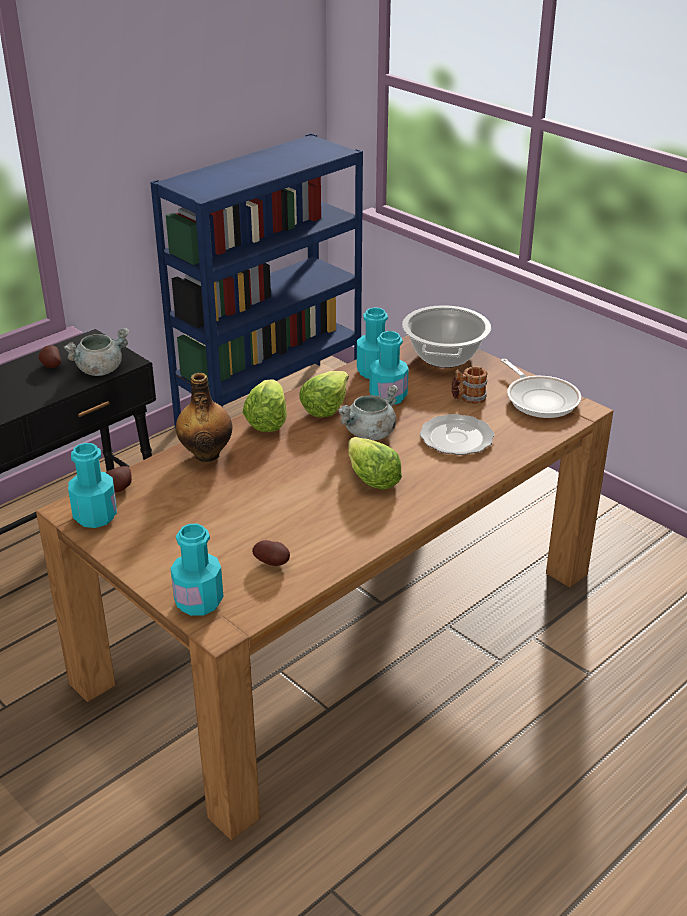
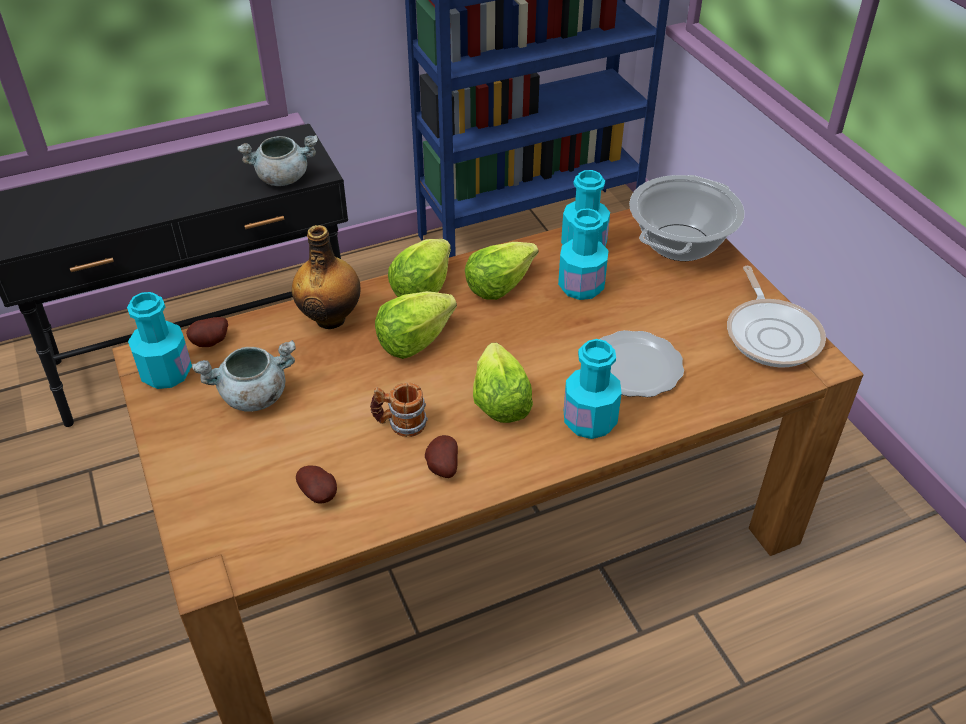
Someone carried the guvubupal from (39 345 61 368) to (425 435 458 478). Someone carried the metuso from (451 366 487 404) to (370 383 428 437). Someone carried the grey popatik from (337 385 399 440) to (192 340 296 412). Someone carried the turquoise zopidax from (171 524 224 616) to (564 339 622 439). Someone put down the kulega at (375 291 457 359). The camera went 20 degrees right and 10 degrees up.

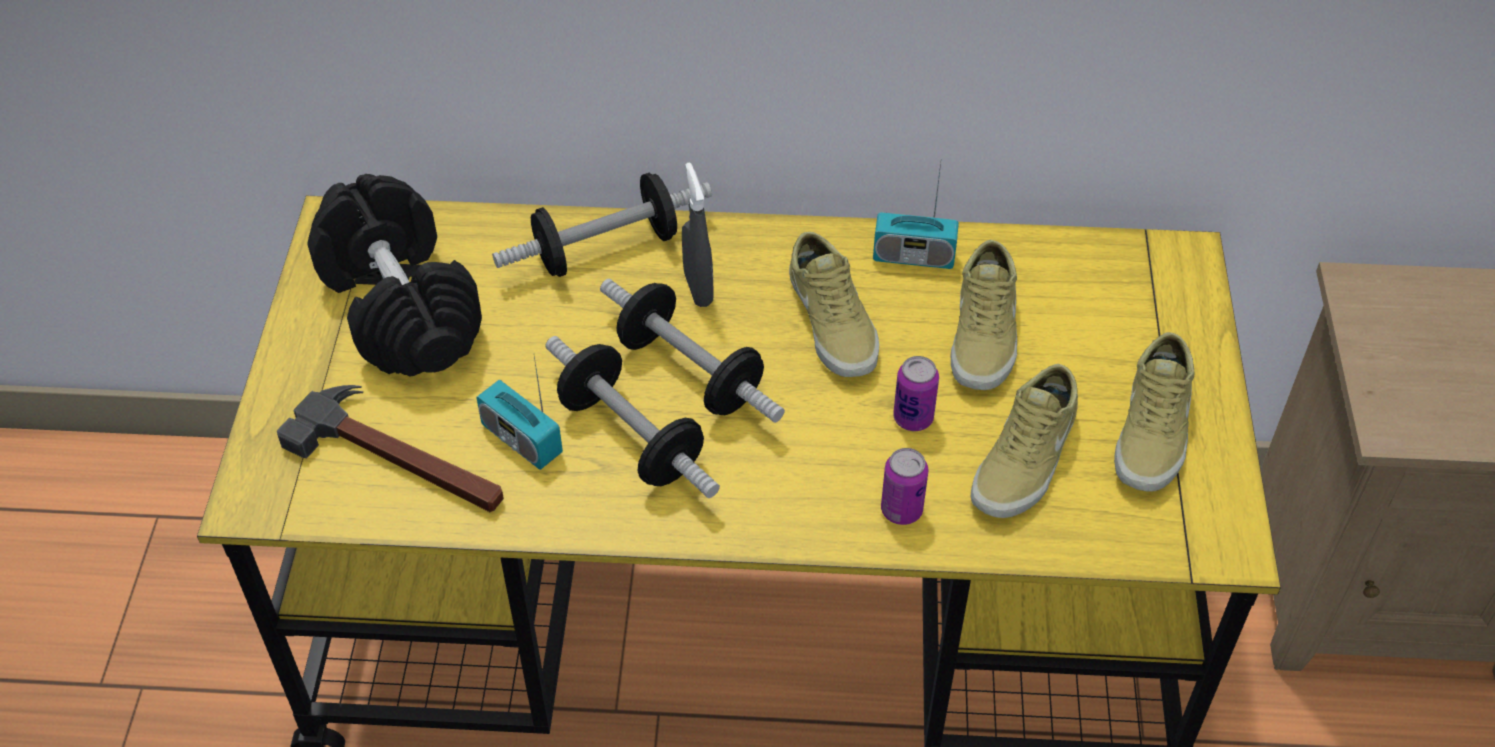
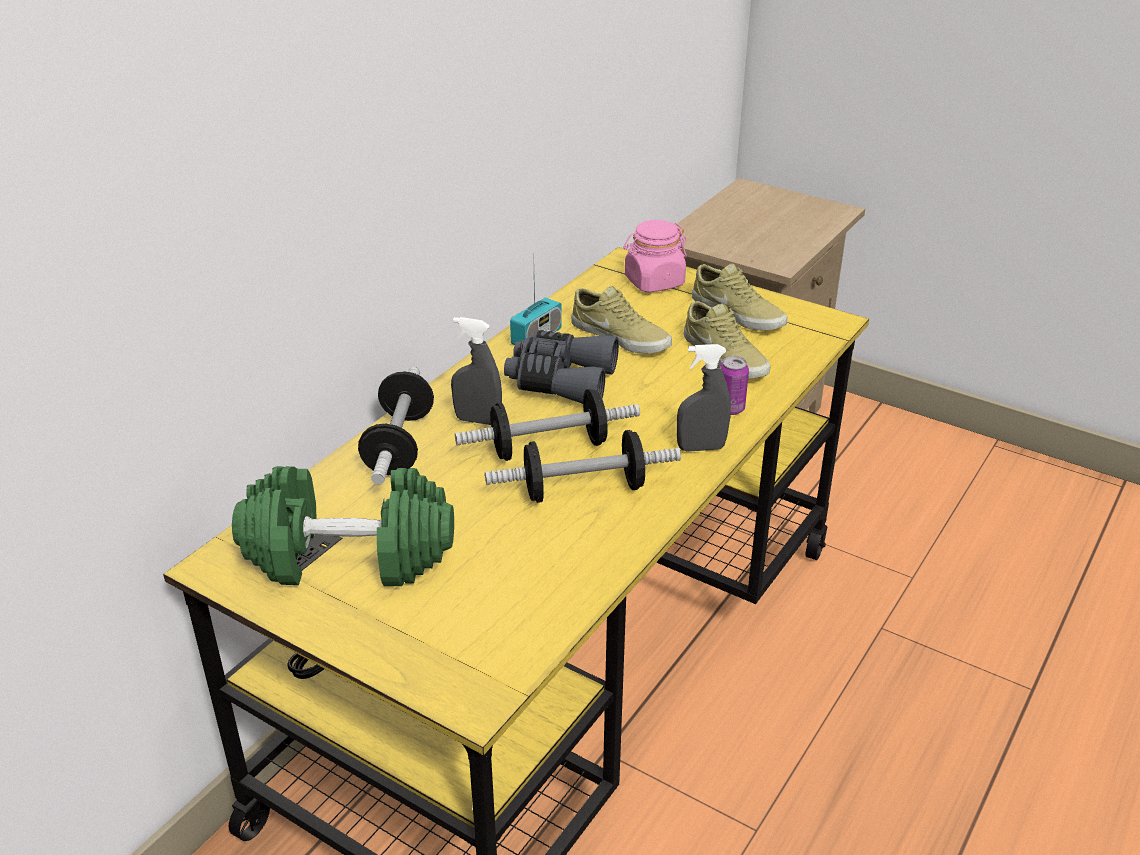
Someone repainted the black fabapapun at (307 174 482 376), which became the green fabapapun at (232 466 454 586). Someone swapped the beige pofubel at (789 232 879 377) for the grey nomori at (504 330 619 404). Someone took away the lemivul at (476 356 563 470). Someone took away the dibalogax at (893 356 939 431). Someone took away the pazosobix at (277 385 504 512). Someone put down the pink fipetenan at (623 220 687 292). Someone put down the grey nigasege at (677 344 731 452). The camera went 60 degrees left and 15 degrees down.

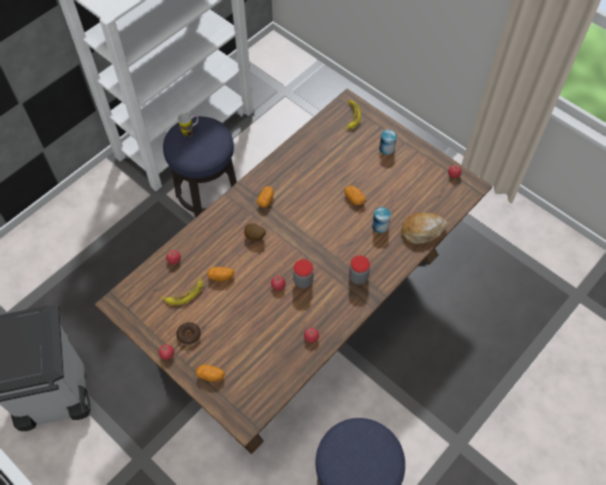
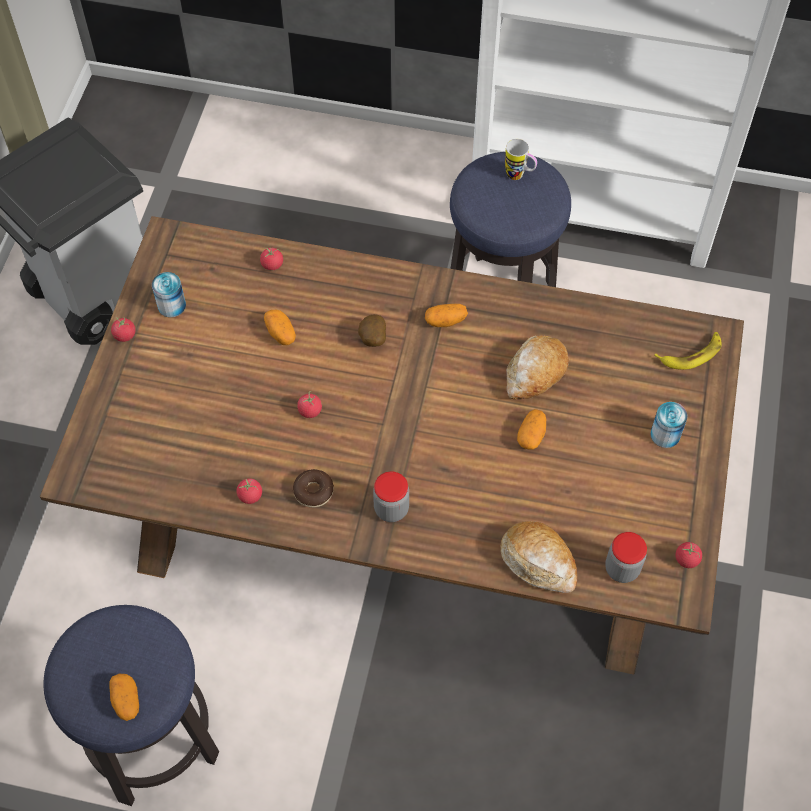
Someone carried the dibalogax from (372 207 391 233) to (152 272 186 317). Someone carried the fipetenan from (293 259 314 288) to (605 532 647 583). Someone took away the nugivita at (161 278 203 305). Someone carried the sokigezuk from (176 322 201 345) to (293 469 334 507). Someone carried the guvubupal from (196 365 225 381) to (109 674 139 721). Someone put down the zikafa at (507 335 569 400). The camera went 60 degrees right and 0 degrees up.

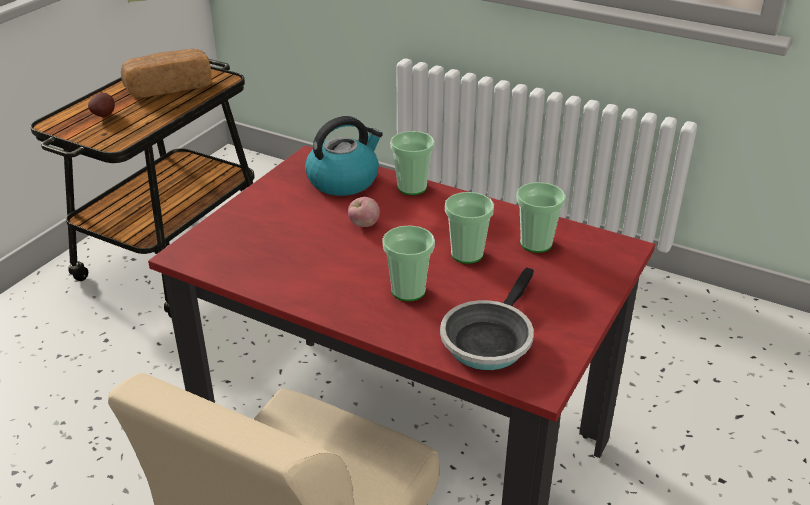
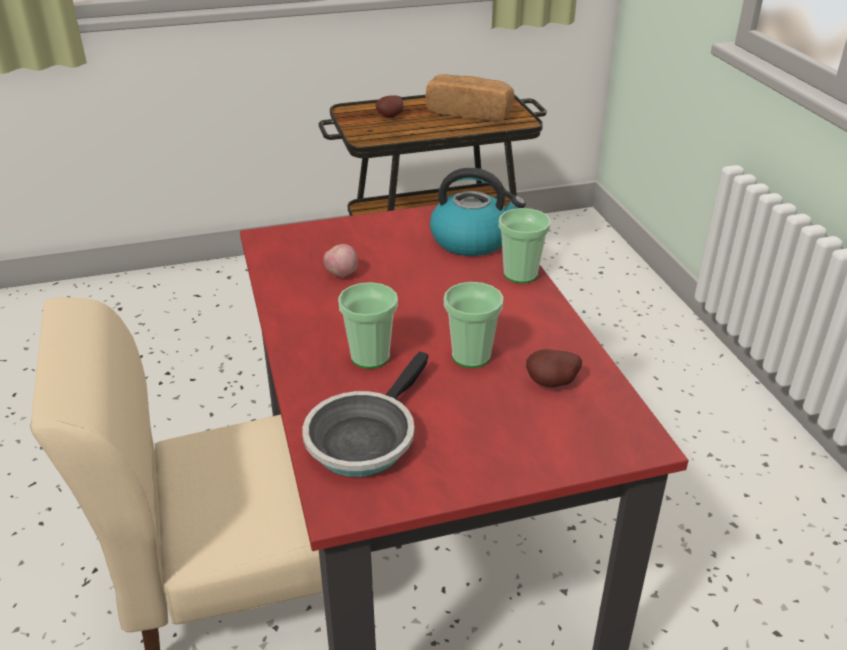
Someone swapped the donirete at (516 182 565 253) for the guvubupal at (526 349 582 388). Someone carried the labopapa from (348 197 380 227) to (323 244 358 277). Someone rotated the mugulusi at (440 267 534 370) by 45 degrees counterclockwise. The camera went 45 degrees right and 0 degrees up.

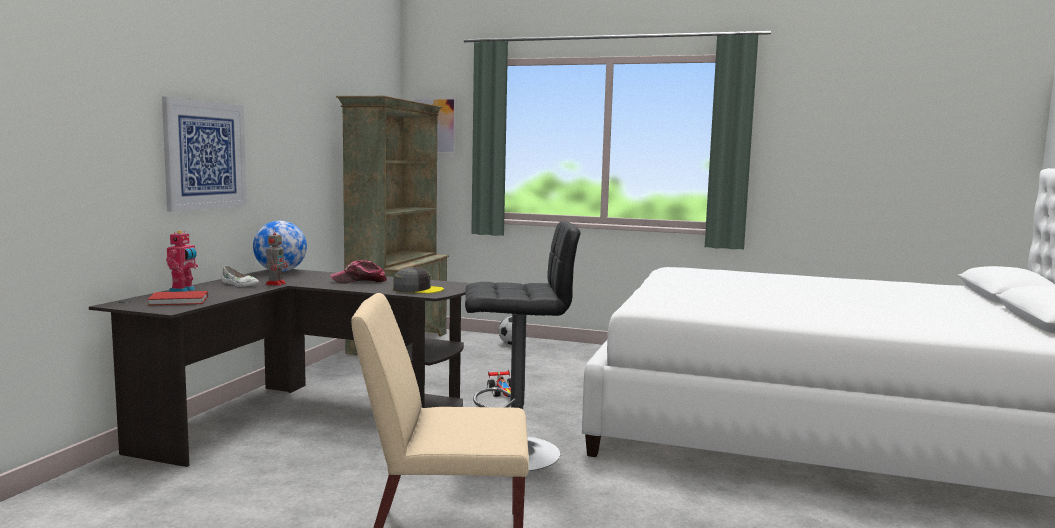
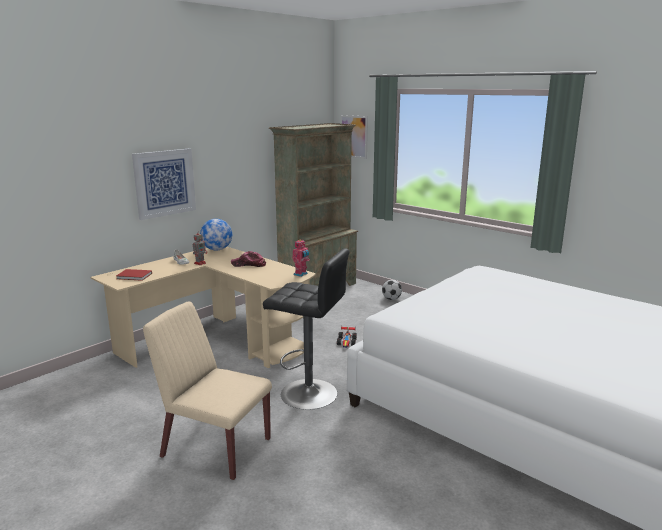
Someone carried the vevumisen from (166 231 198 292) to (292 239 310 277). Someone took away the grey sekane at (393 267 444 294). Someone repainted the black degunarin at (89 269 472 467), which became the beige degunarin at (91 247 316 368). The camera went 25 degrees right and 10 degrees up.

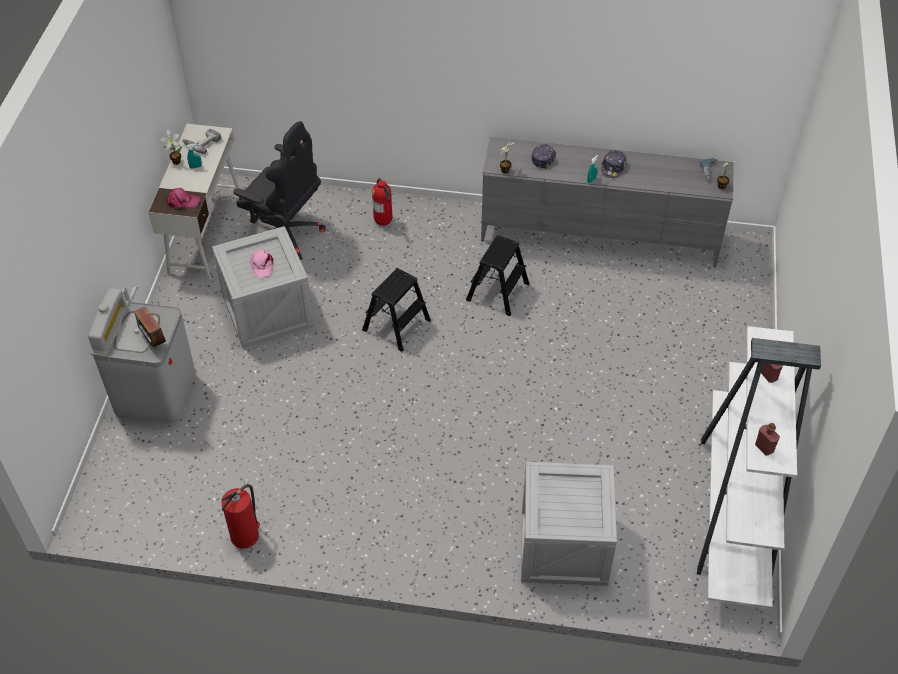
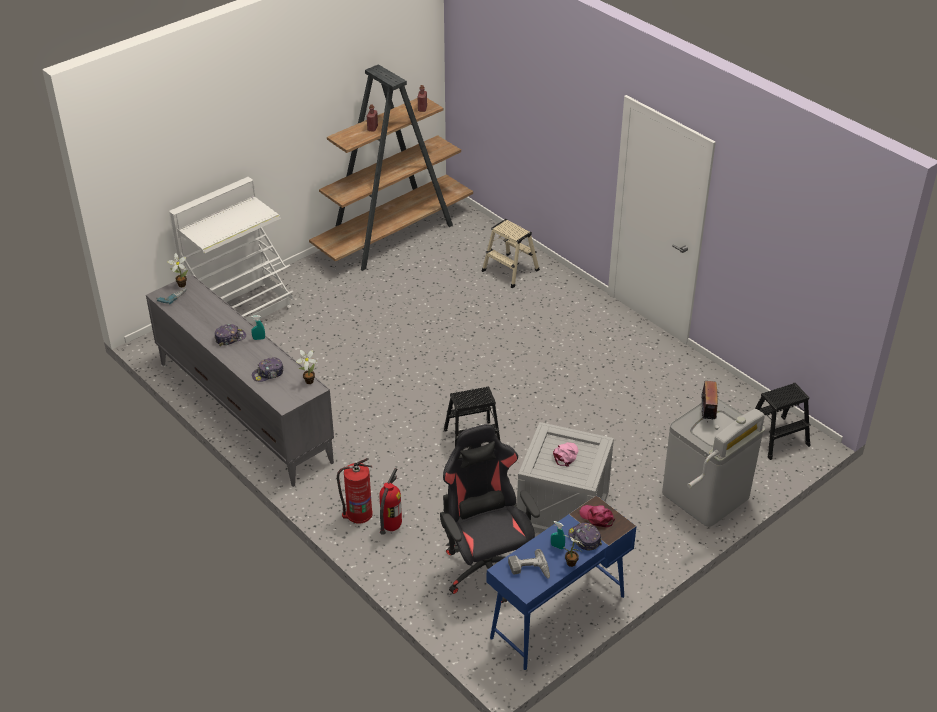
Someone repainted the white degunarin at (148 124 240 280), which became the blue degunarin at (487 495 637 670). Someone carried the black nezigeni from (466 235 530 316) to (755 383 811 460). Someone repainted the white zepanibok at (697 326 821 609), which became the brown zepanibok at (309 64 473 271). Someone swapped the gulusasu at (521 462 617 586) for the beige nezigeni at (482 219 540 288). Someone carried the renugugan from (221 484 260 549) to (337 458 372 524). Someone put down the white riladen at (169 177 294 323). Someone put down the sekane at (568 522 602 550). The camera went 140 degrees left and 10 degrees down.

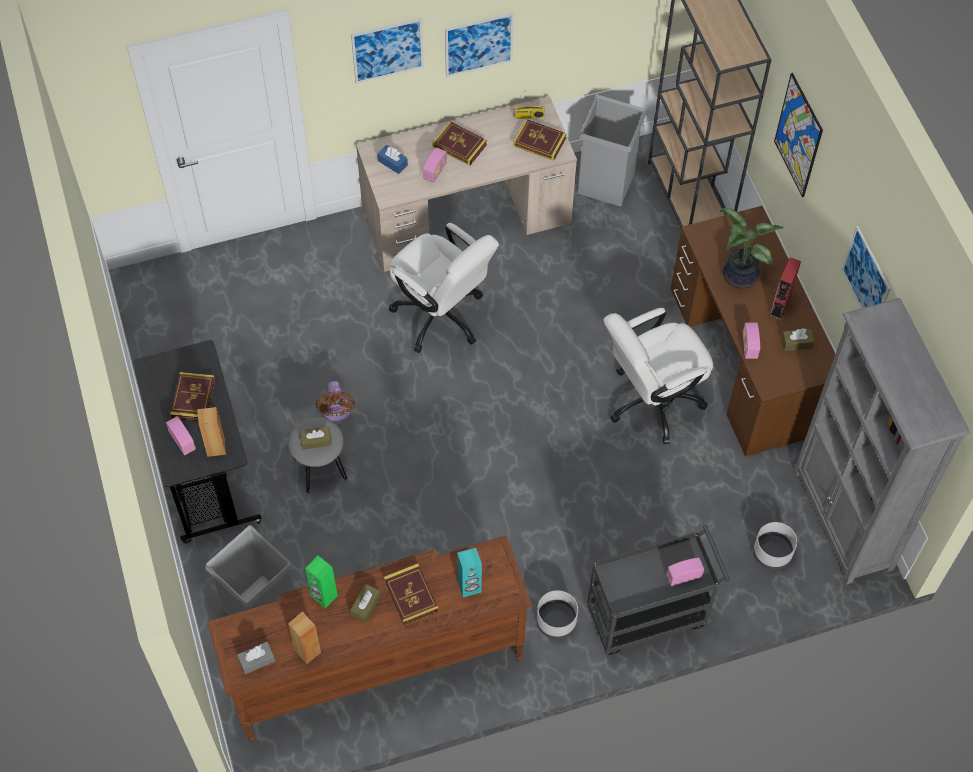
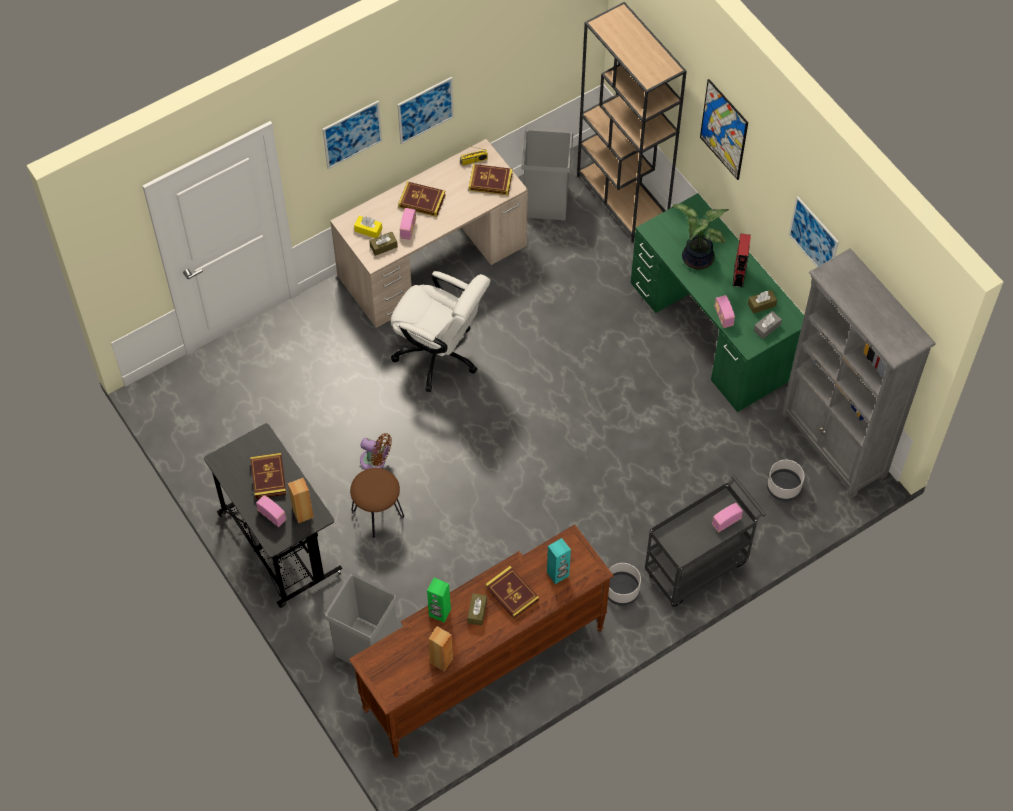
Someone repainted the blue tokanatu at (377 145 408 174), which became the yellow tokanatu at (354 216 382 238). Someone repainted the brown degunarin at (670 206 835 457), which became the green degunarin at (631 193 804 412). Someone took away the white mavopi at (603 308 713 444). Someone rotated the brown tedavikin at (315 381 355 422) by 45 degrees counterclockwise. Someone repainted the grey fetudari at (288 417 347 494), which became the brown fetudari at (350 468 404 538). Someone carried the brown tokanatu from (300 426 331 450) to (369 232 398 256). Someone carried the grey tokanatu from (237 641 275 674) to (754 311 782 339). The camera went 15 degrees left and 0 degrees up.

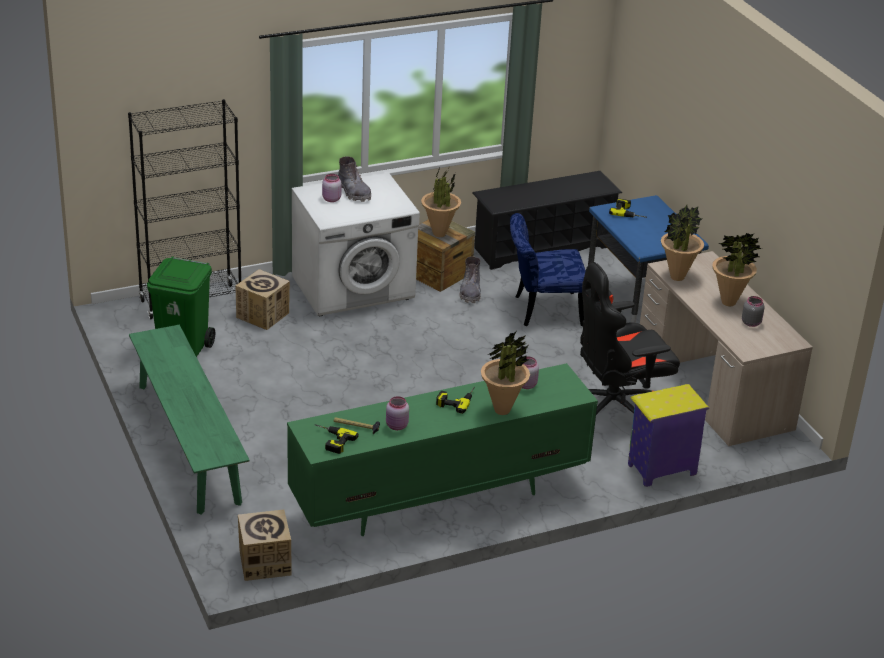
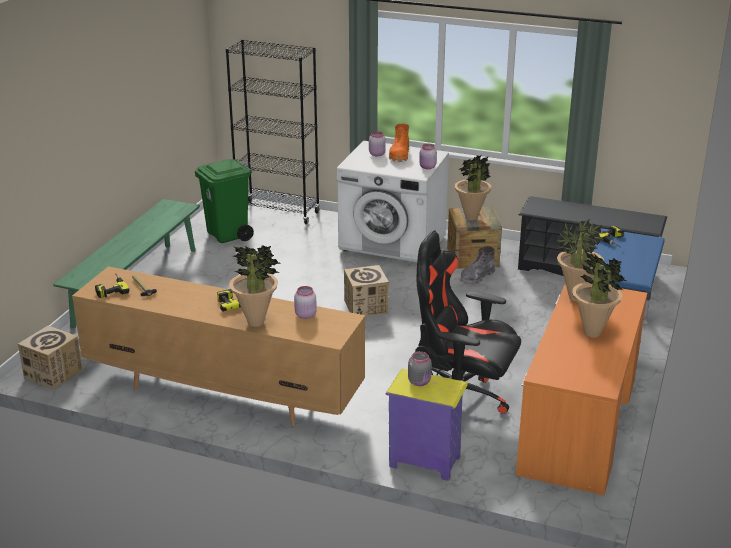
Someone repainted the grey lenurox at (338 156 371 202), which became the orange lenurox at (389 124 409 162). Someone took away the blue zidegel at (510 213 586 326). Someone repainted the beige degunarin at (640 251 813 446), which became the orange degunarin at (516 283 647 495). Someone carried the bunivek from (235 269 290 330) to (344 265 389 317). Someone carried the grey fipetenan from (742 296 765 327) to (408 351 432 386). Someone repainted the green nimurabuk at (287 363 598 536), which became the brown nimurabuk at (72 266 365 427). Someone carried the pink fipetenan from (386 396 409 430) to (419 144 437 169). The camera went 45 degrees right and 5 degrees down.

